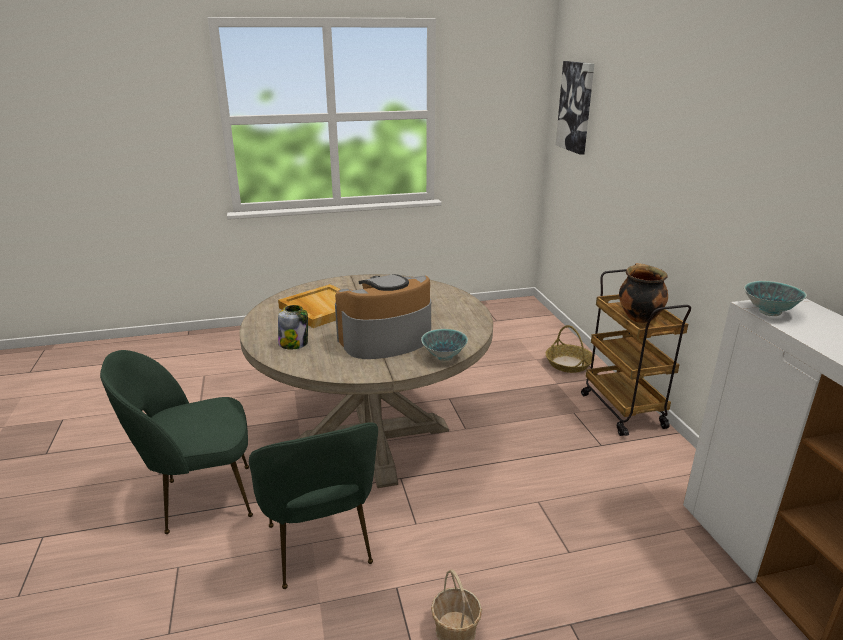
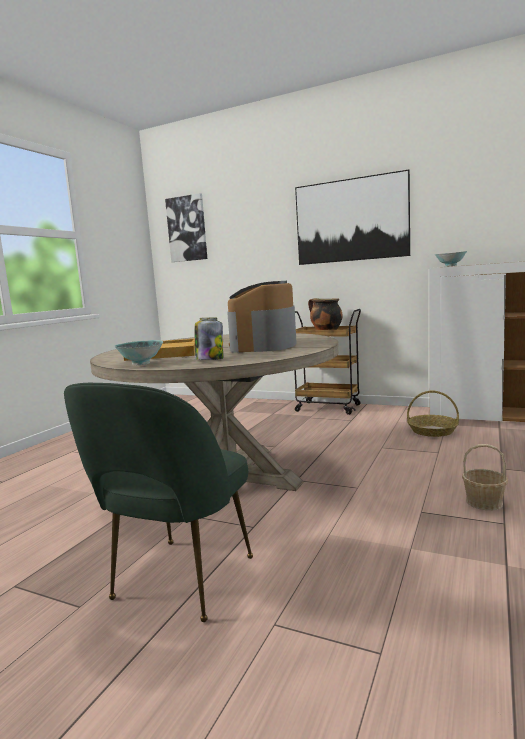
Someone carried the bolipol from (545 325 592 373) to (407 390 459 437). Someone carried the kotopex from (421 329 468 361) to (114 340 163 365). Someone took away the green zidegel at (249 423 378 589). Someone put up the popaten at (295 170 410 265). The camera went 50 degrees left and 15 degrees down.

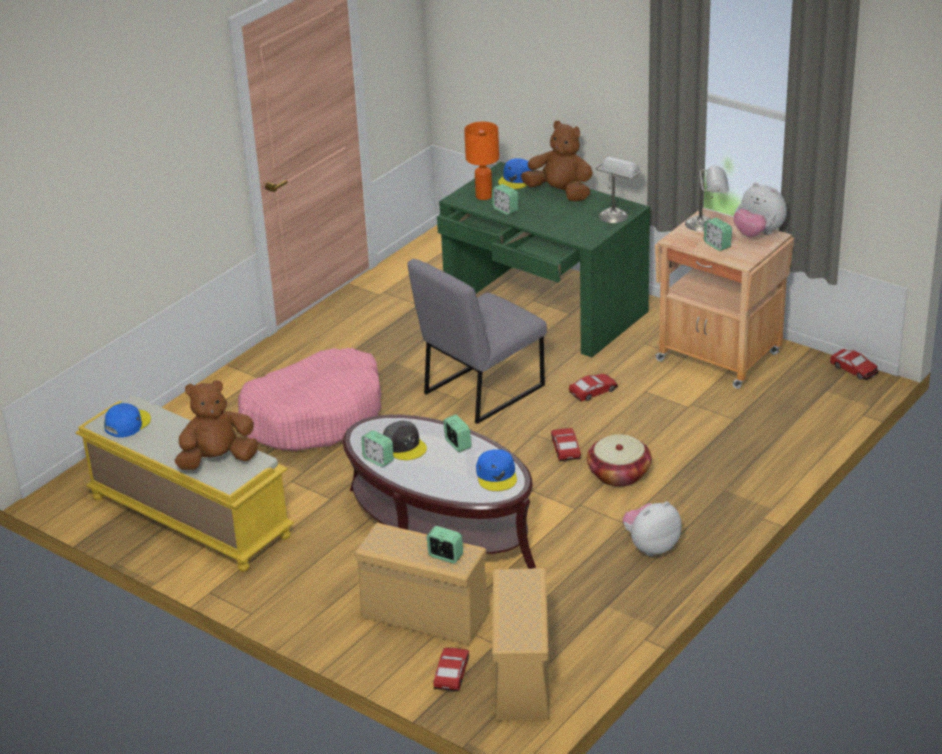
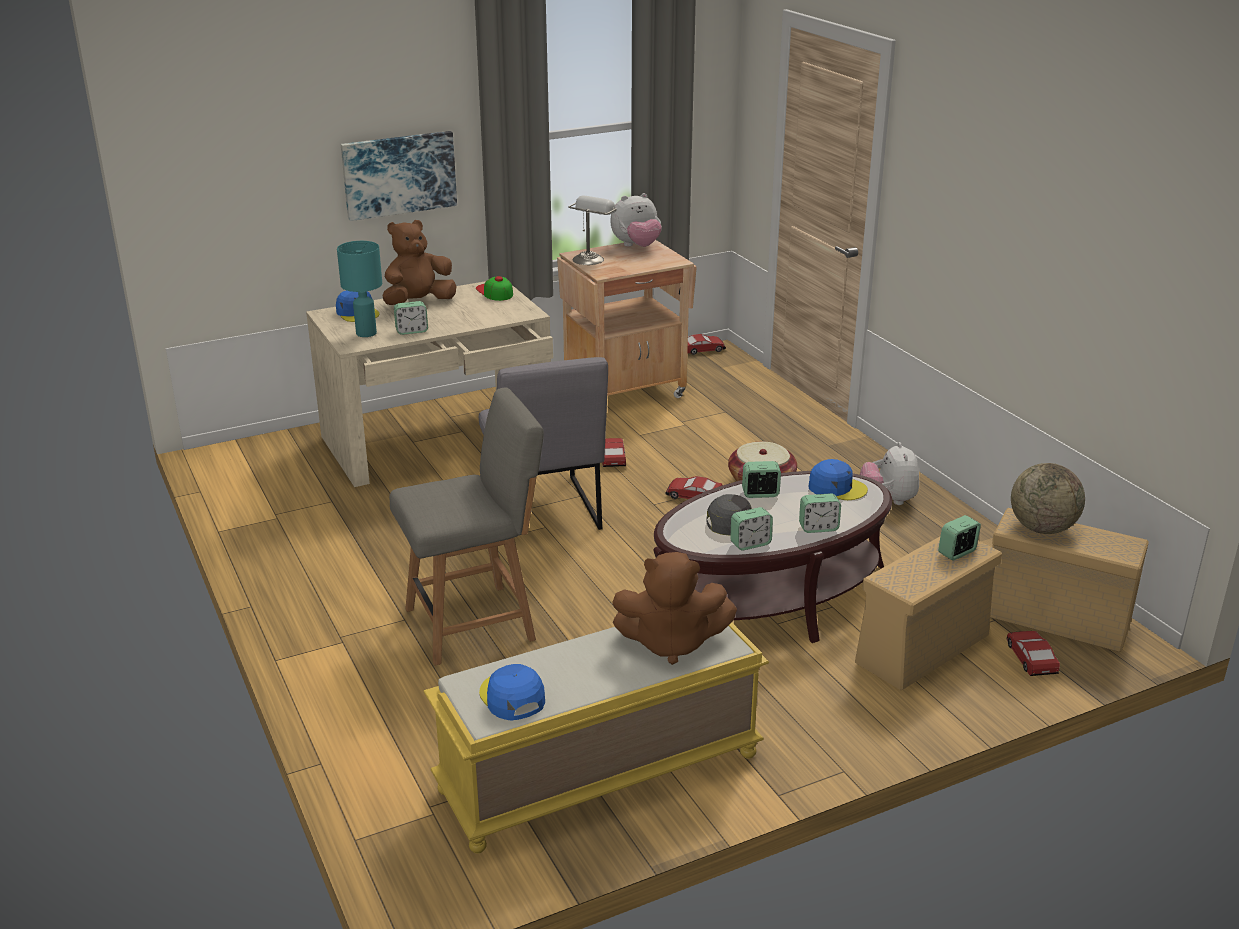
Someone repainted the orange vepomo at (464 122 499 200), which became the turquoise vepomo at (337 241 382 337). Someone swapped the white vepomo at (595 157 640 223) for the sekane at (476 276 513 301). Someone repainted the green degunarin at (437 162 650 357), which became the beige degunarin at (306 281 553 487). Someone carried the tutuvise from (704 218 732 251) to (799 493 841 533). Someone swapped the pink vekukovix at (238 348 381 451) for the grey zidegel at (389 387 544 666). Someone rotated the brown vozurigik at (175 380 258 470) by 90 degrees counterclockwise. Someone rotated the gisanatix at (433 648 469 691) by 45 degrees clockwise. Someone put up the popaten at (341 131 457 221). Someone put down the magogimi at (1011 463 1085 534). The camera went 65 degrees left and 5 degrees down.

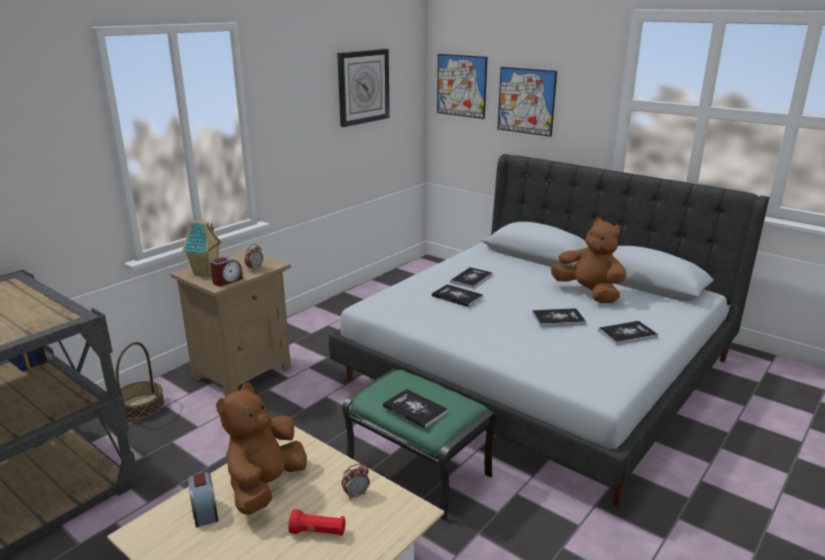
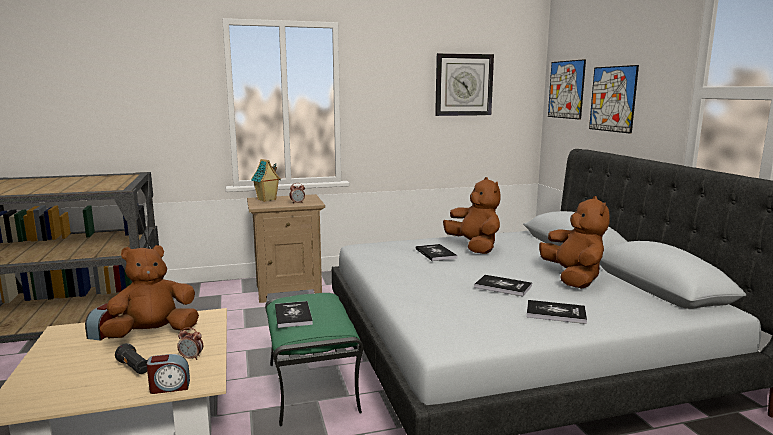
Someone carried the tutuvise from (210 257 243 286) to (147 354 190 394). Someone swapped the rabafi at (450 267 493 289) for the brown vozurigik at (443 177 501 254). Someone took away the bolipol at (116 342 165 420). Someone repainted the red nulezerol at (288 509 345 536), which became the black nulezerol at (115 343 148 374). The camera went 35 degrees right and 10 degrees down.

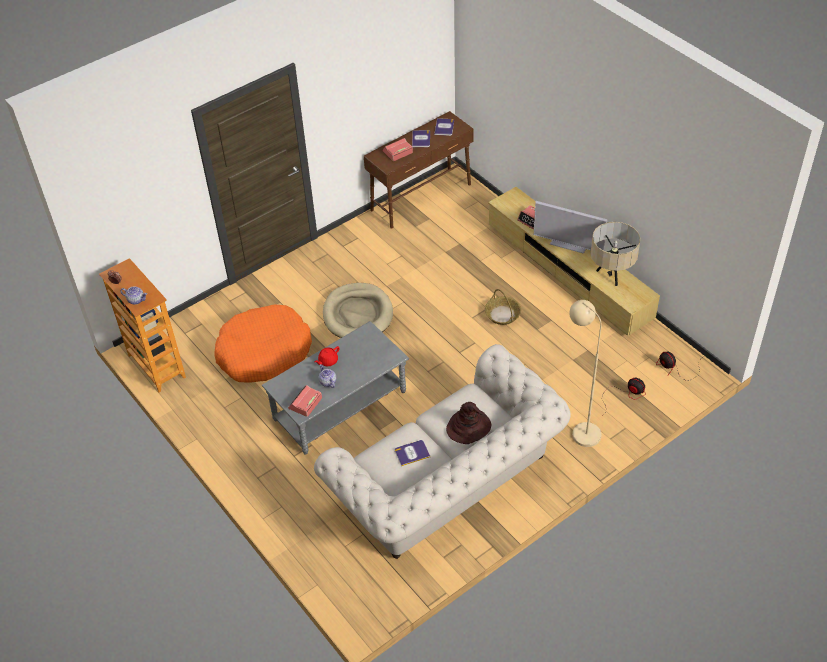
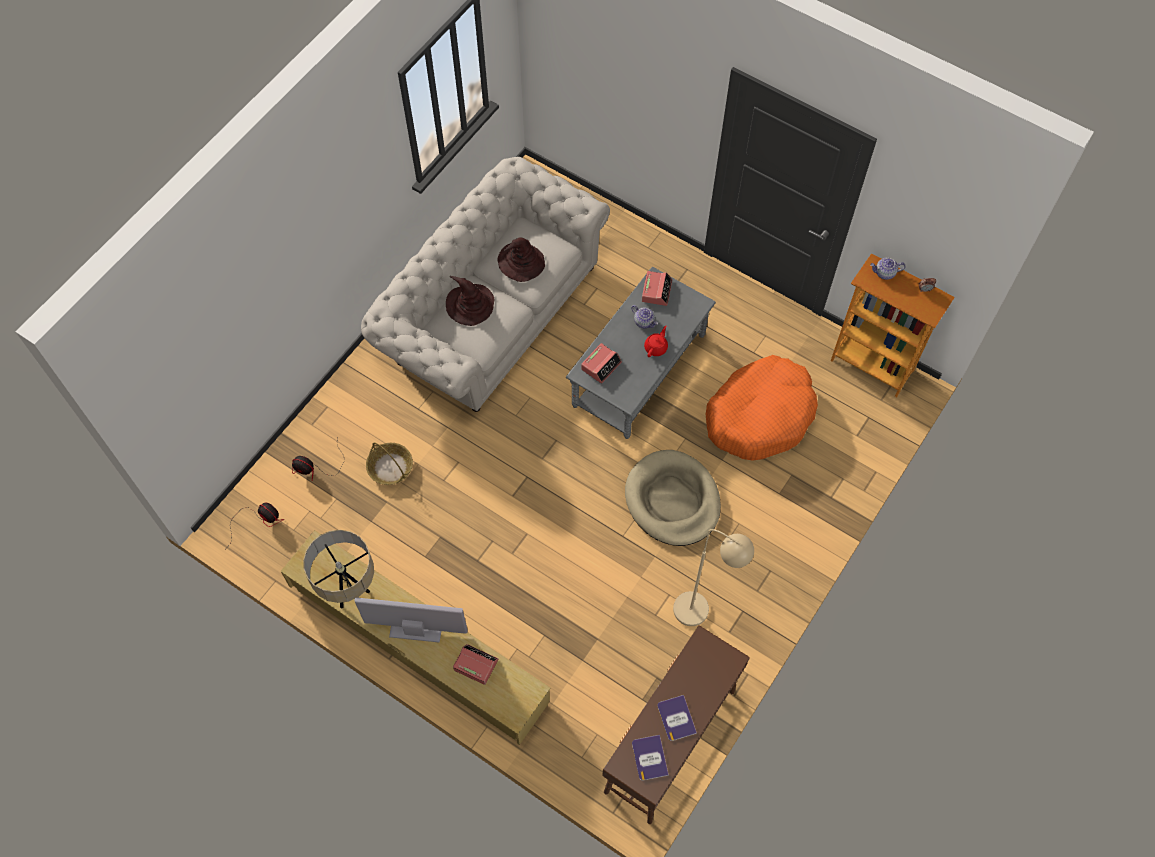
Someone carried the tutuvise from (383 138 413 161) to (581 343 622 384). Someone carried the bolipol from (485 289 521 325) to (366 442 413 485). Someone carried the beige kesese from (569 300 602 447) to (673 529 754 626). Someone swapped the rabafi at (395 440 430 466) for the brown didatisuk at (497 238 545 282). The camera went 160 degrees right and 15 degrees up.

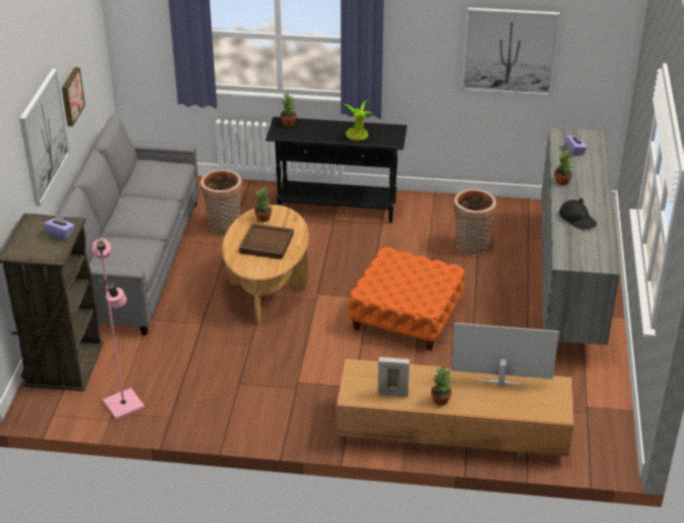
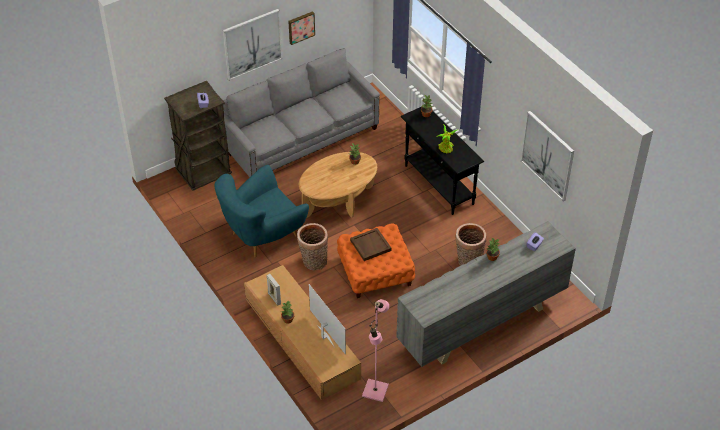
Someone carried the bolipol from (201 169 242 234) to (297 223 328 270). Someone took away the black didatisuk at (559 198 597 229). Someone carried the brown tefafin from (239 223 294 259) to (350 228 391 261). Someone carried the pink kesese from (92 238 145 420) to (362 299 389 402). Someone put down the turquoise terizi at (215 165 309 258). The camera went 50 degrees right and 10 degrees up.

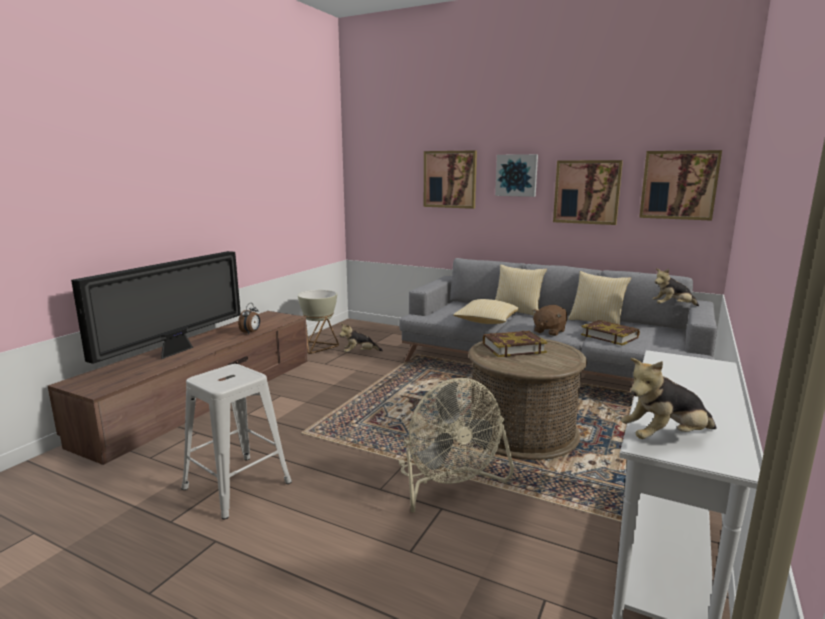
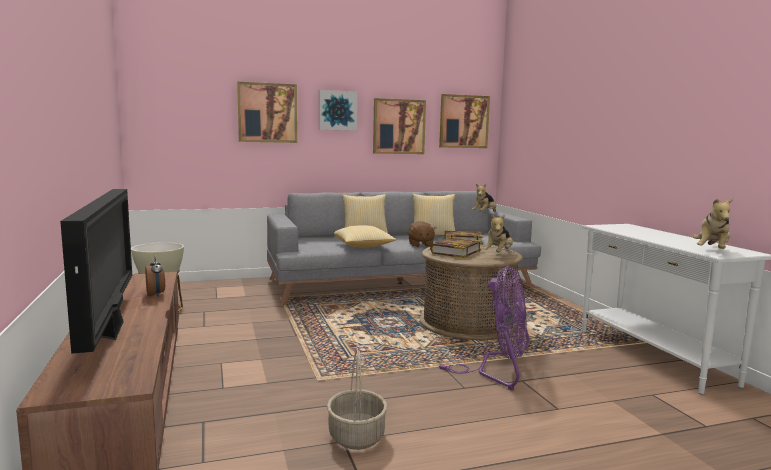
Someone carried the vozurigik from (339 323 383 352) to (483 214 513 252). Someone swapped the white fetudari at (181 364 292 519) for the bolipol at (327 349 387 450). Someone repainted the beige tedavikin at (399 378 514 512), which became the purple tedavikin at (438 266 529 391). The camera went 45 degrees left and 5 degrees down.

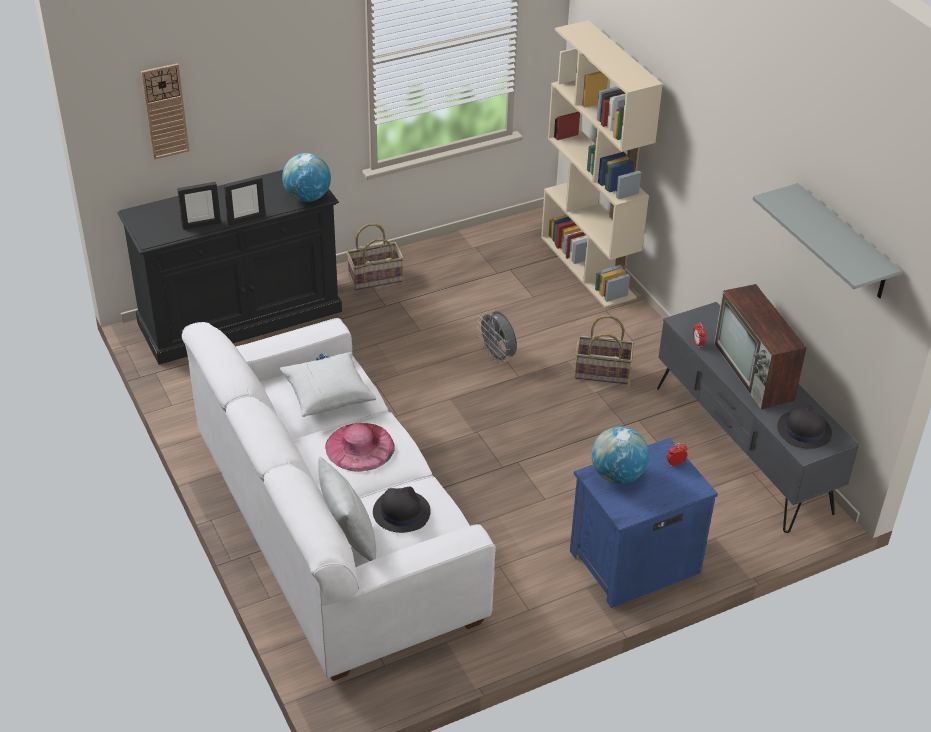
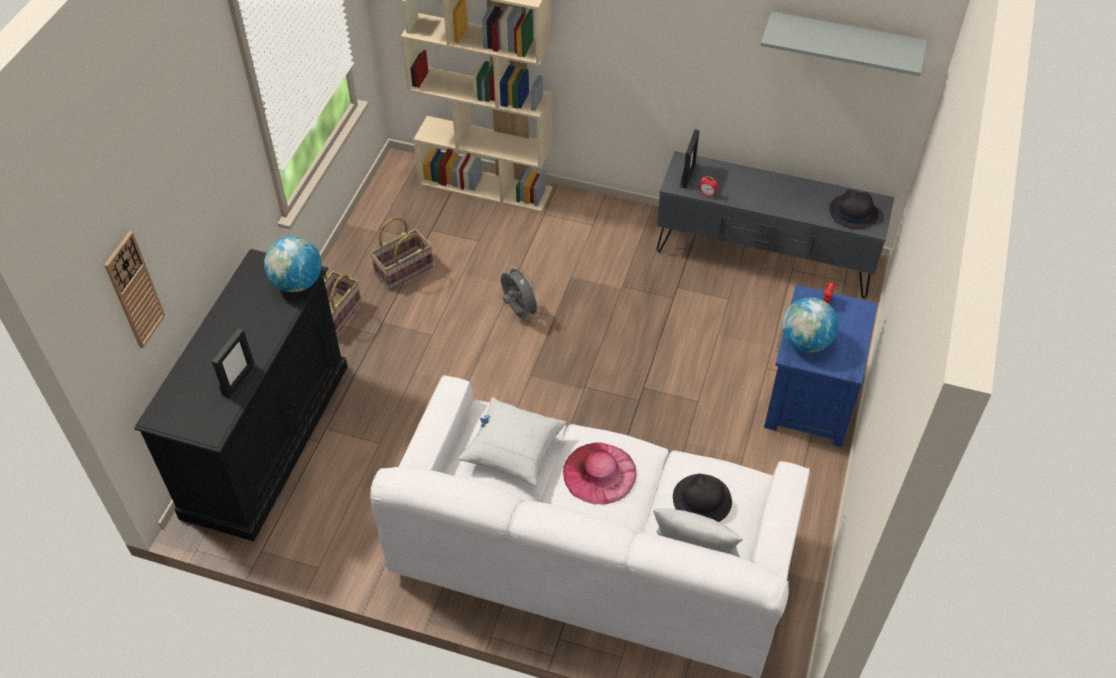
Someone carried the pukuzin from (224 175 266 226) to (680 129 700 189). Someone took away the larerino at (714 284 807 409). Someone rotated the grey tedavikin at (477 311 517 364) by 135 degrees counterclockwise. Someone carried the bolipol from (575 315 634 384) to (370 217 433 290). The camera went 45 degrees left and 10 degrees up.

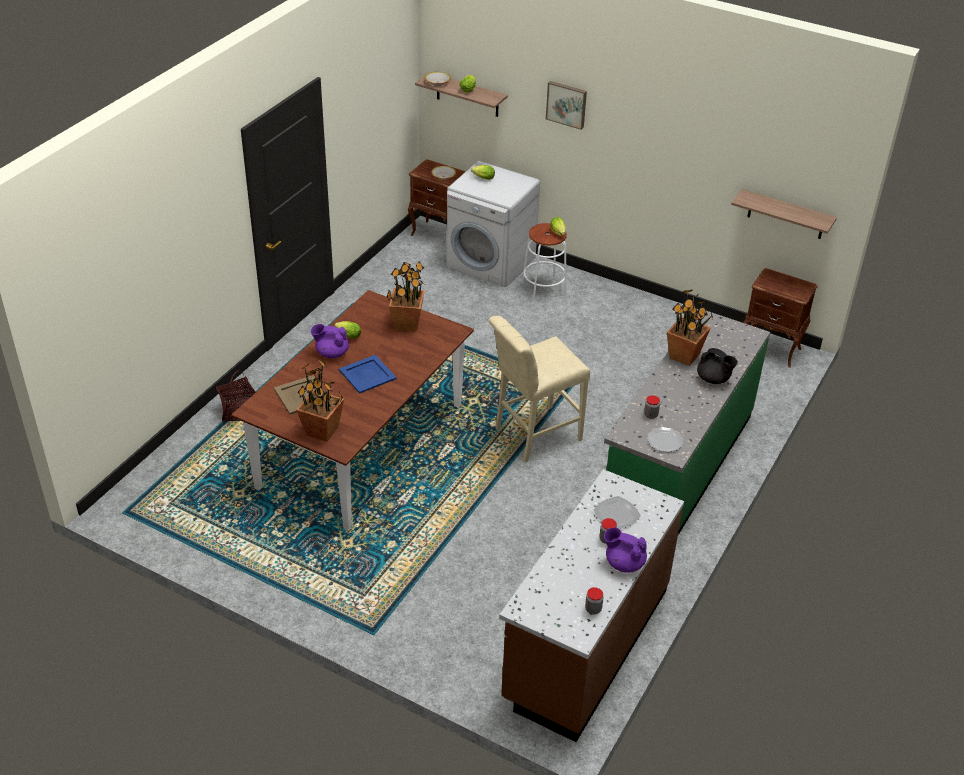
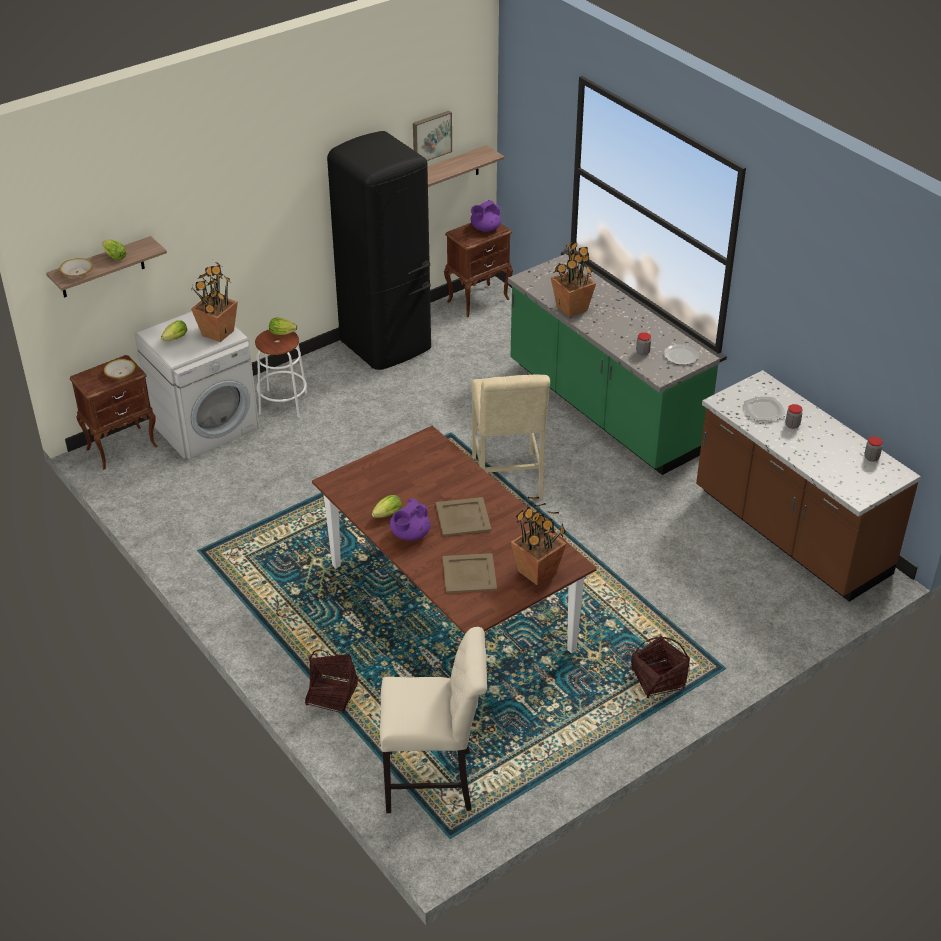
Someone carried the popaten from (546 81 587 130) to (413 111 452 161). Someone carried the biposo from (387 262 425 332) to (191 261 238 342). Someone took away the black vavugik at (697 348 738 384). Someone repainted the blue tefafin at (339 355 397 394), which became the beige tefafin at (436 497 491 536). Someone carried the purple vavugik from (604 528 647 573) to (471 200 501 232). Someone put down the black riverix at (327 131 431 370). Someone put down the beige fetudari at (380 627 487 813). Someone put down the bolipol at (631 635 690 698). The camera went 65 degrees left and 0 degrees up.

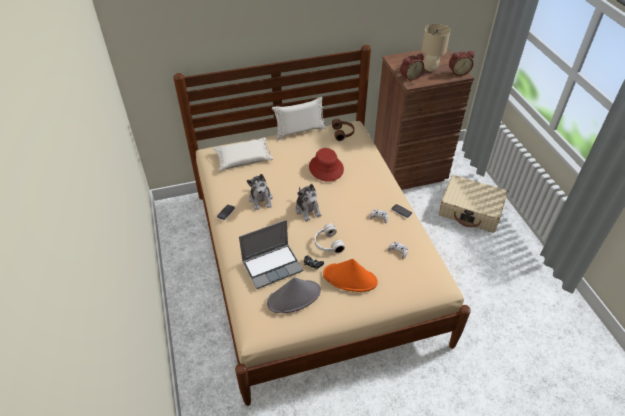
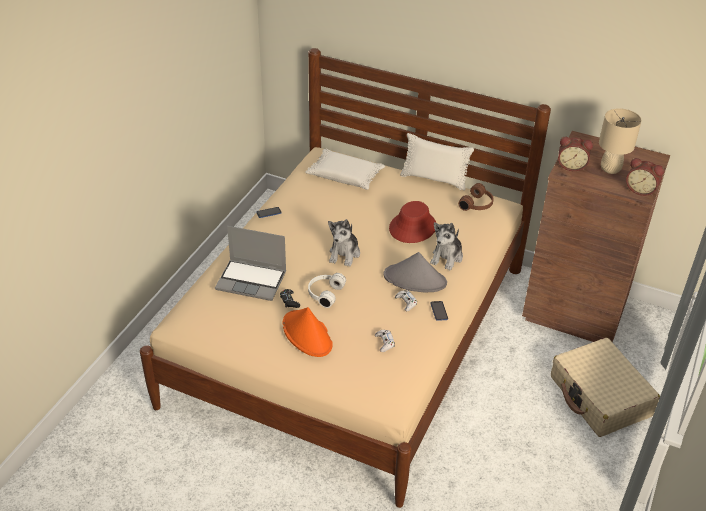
Someone carried the vozurigik from (247 174 273 210) to (430 222 463 270). Someone carried the grey didatisuk from (267 277 321 313) to (384 252 447 292). The camera went 40 degrees right and 5 degrees down.

